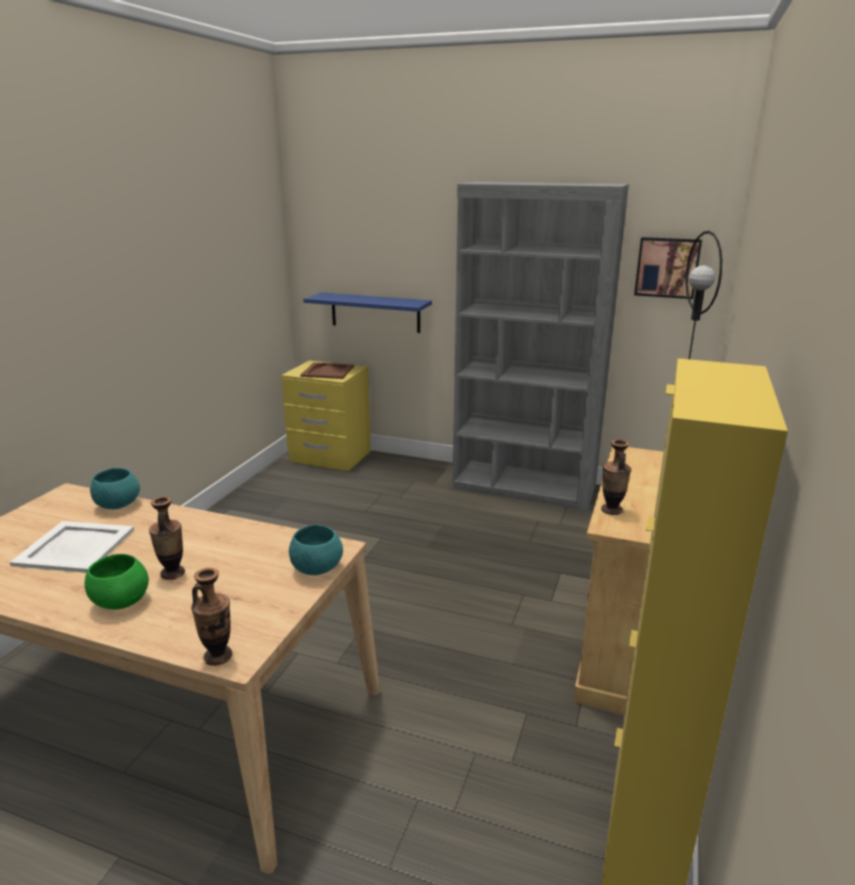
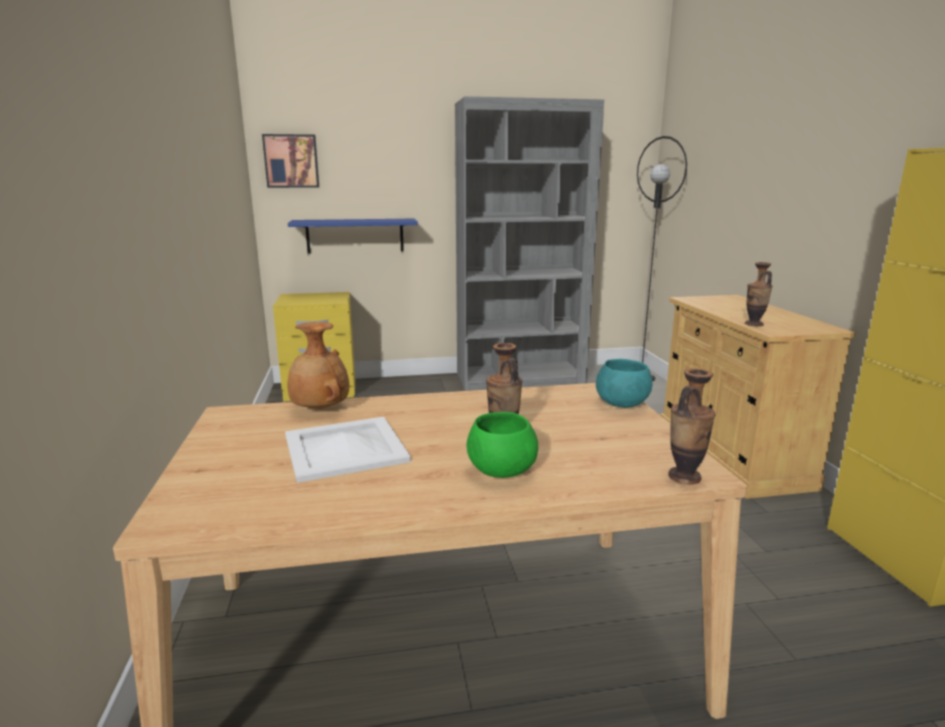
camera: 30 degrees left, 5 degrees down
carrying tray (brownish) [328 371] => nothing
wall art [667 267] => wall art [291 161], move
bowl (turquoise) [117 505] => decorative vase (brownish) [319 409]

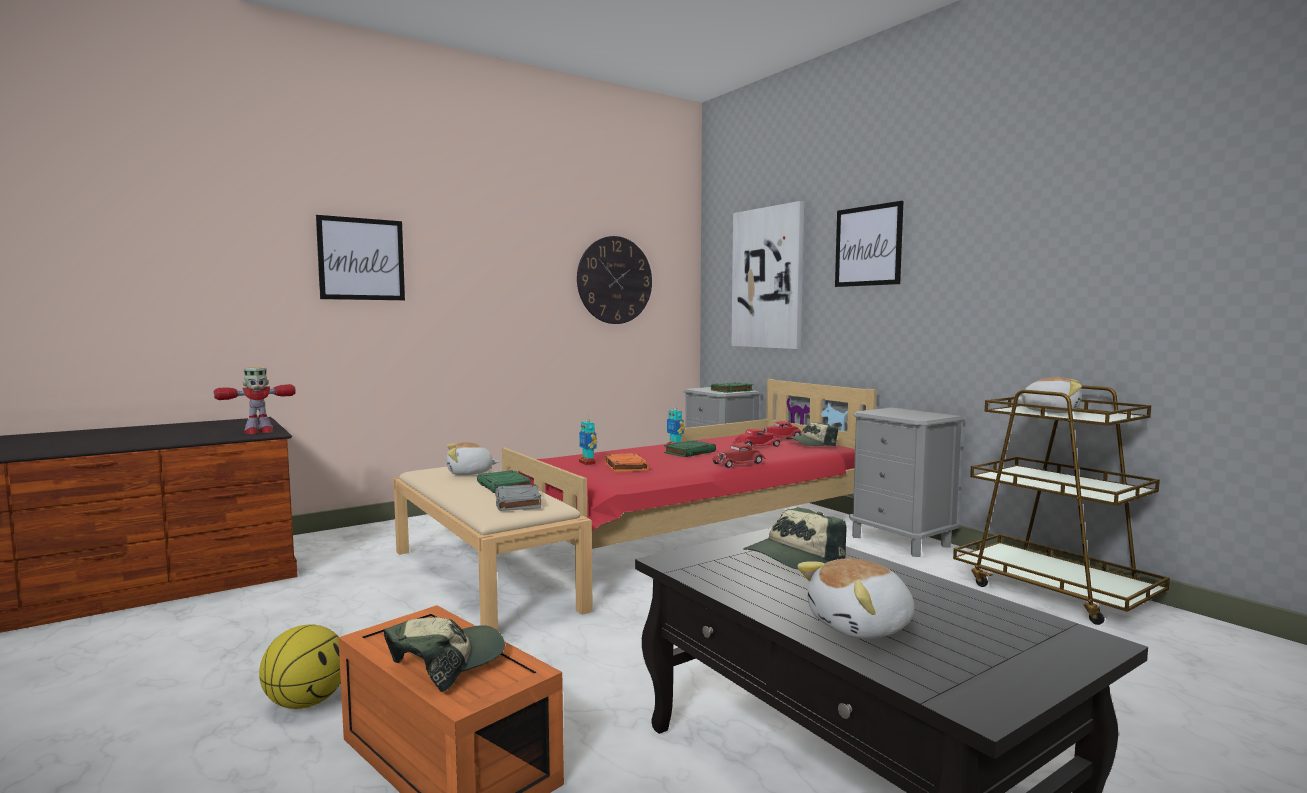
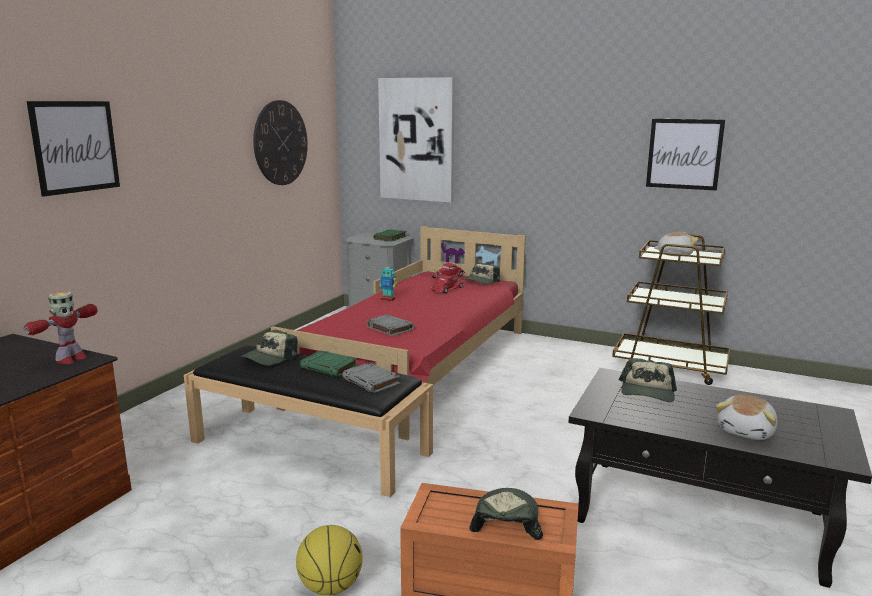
camera: 30 degrees left, 10 degrees up
model robot [587 463] => nothing
bound book (greenish) [690 452] => nothing
model car (reddish) [739 463] => nothing
bedside table (greyish) [901 541] => nothing
wall art [868 246] => wall art [684 154], move
soft toy [470 473] => cap [269 358]
bench (sand-coloured) [485 579] => bench (black) [312 447]
bound book (orangey) [625 466] => bound book (greyish) [389 328]

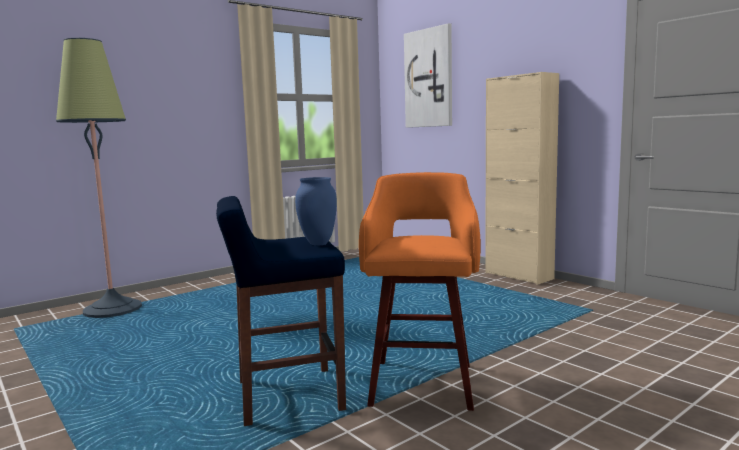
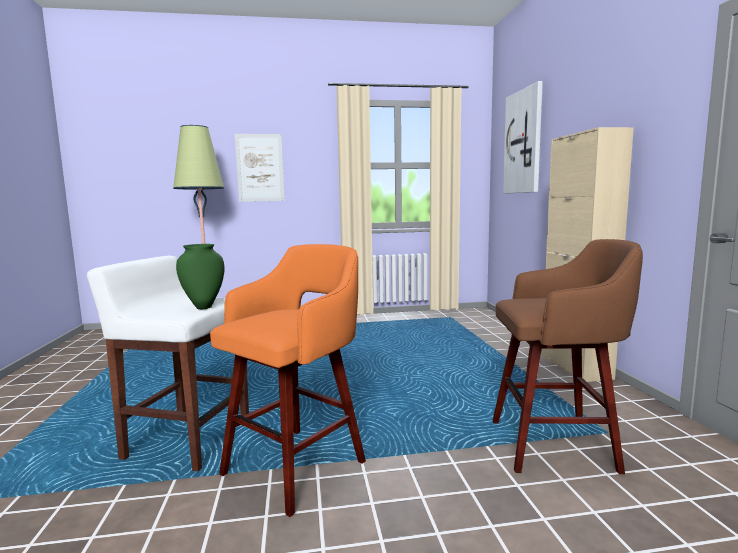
camera: 30 degrees right, 0 degrees up
nothing => wall art [260 168]
nothing => sitting stool (brownish) [556 445]
sitting stool (bluish) [287 396] => sitting stool (white) [186 441]
decorative vase (bluish) [318 244] => decorative vase (greenish) [203 307]

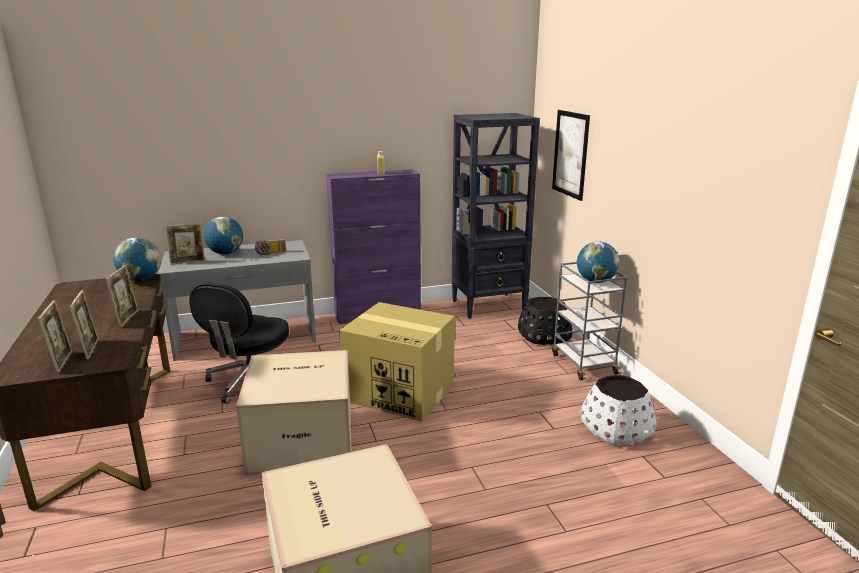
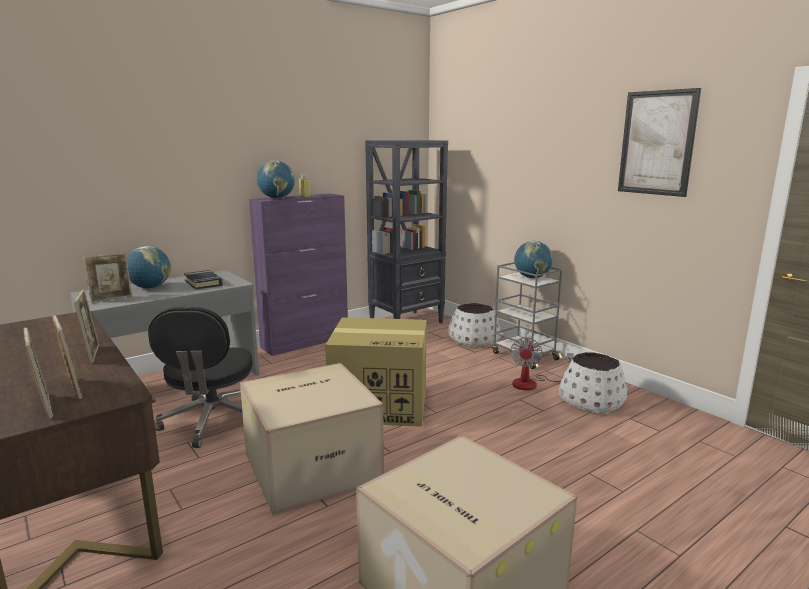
camera: 20 degrees left, 5 degrees down
nothing => electric fan [532 383]
world globe [141 280] => world globe [277 198], move
wall art [570 154] => wall art [657 143], move
radio set [271 253] => bound book (black) [203 283]
plant pot (black) [544 336] => plant pot (white) [474 340]

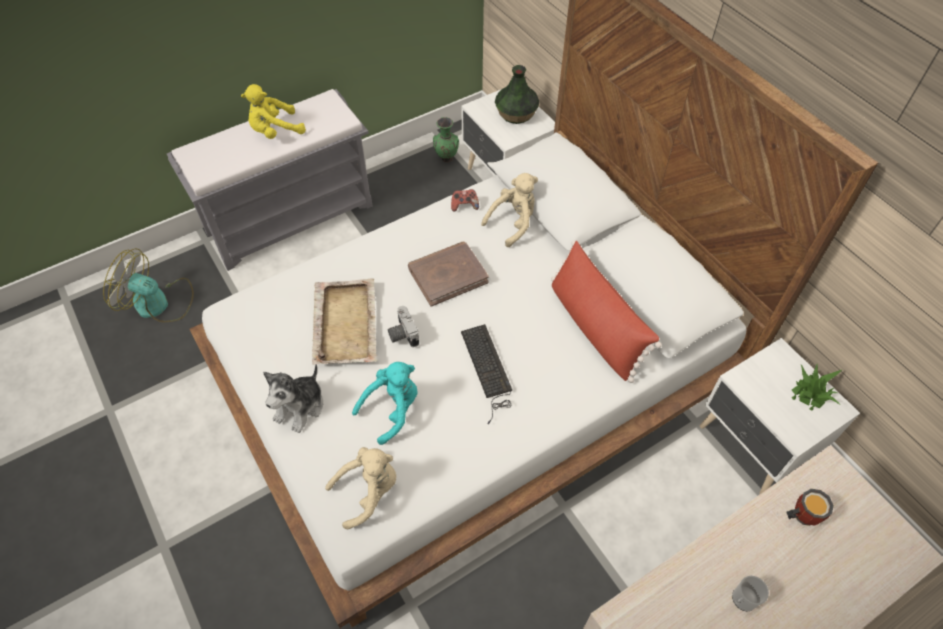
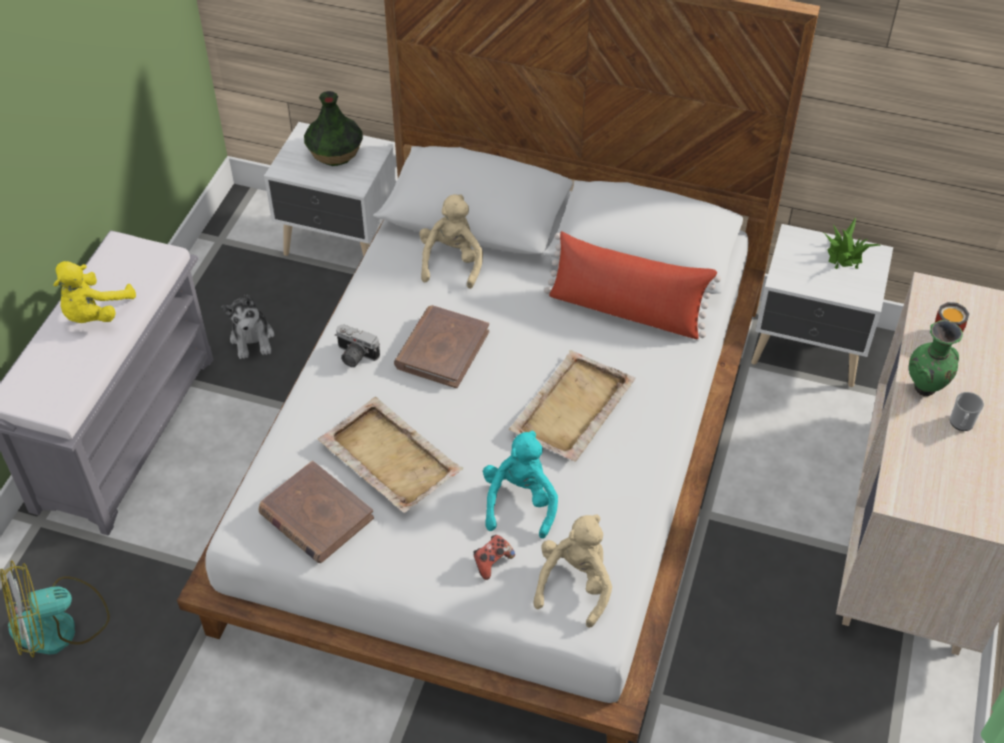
camera: 40 degrees left, 5 degrees down
nothing => bound book (brownish) [315 516]
soft toy [300 407] => soft toy [252 339], move
photo camera [402 334] => photo camera [354 356], move
decorative vase (greenish) [446 159] => decorative vase (greenish) [924 390], move
joypad [464 205] => joypad [492 562], move
PC keyboard [487 370] => carrying tray (sand-coloured) [571 408]

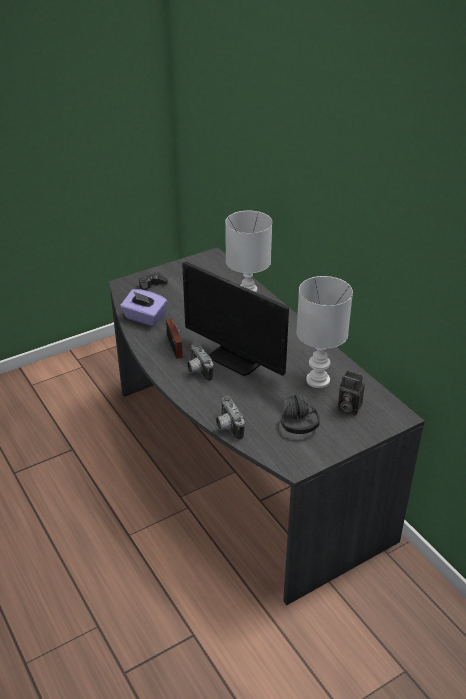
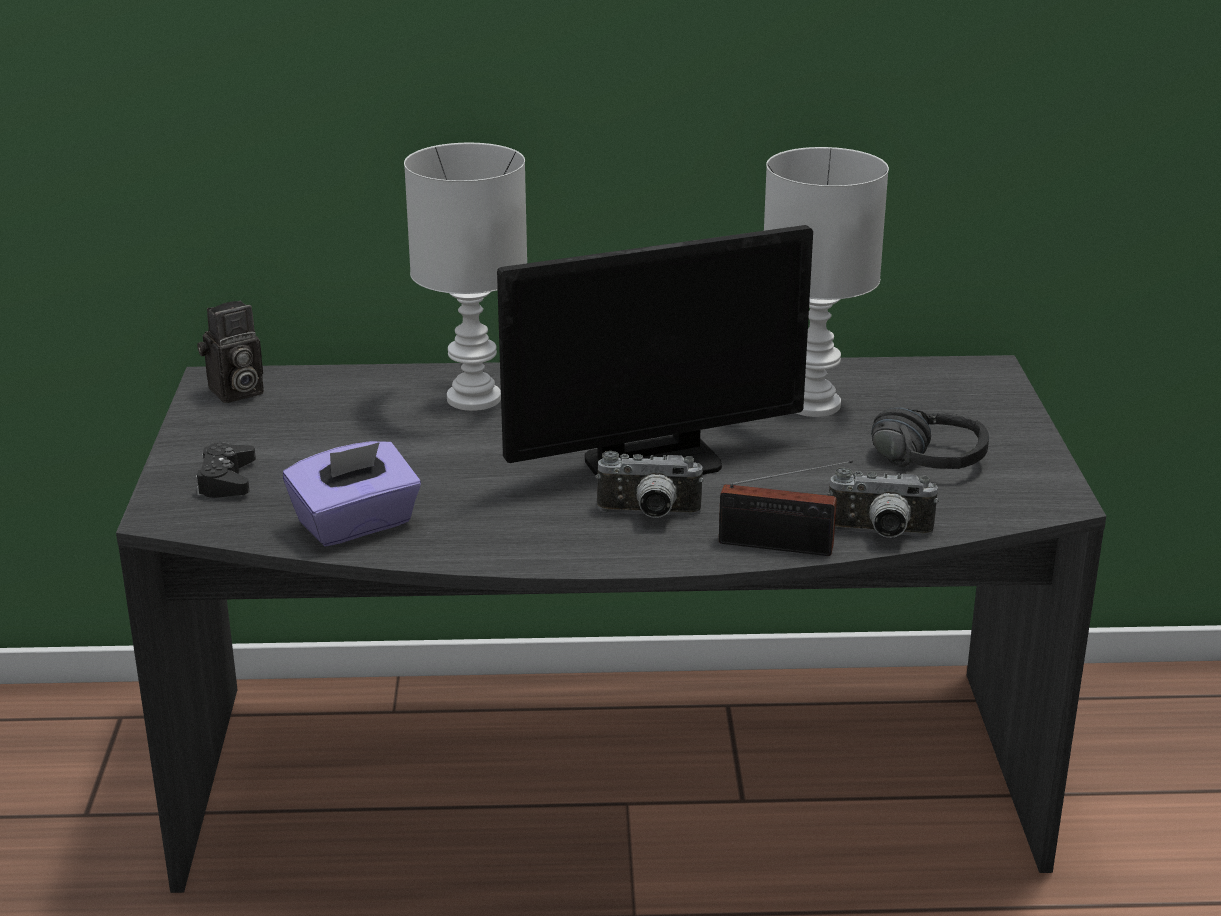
camera: 60 degrees left, 10 degrees down
radio set [174 348] => radio set [782 546], move
photo camera [347 408] => photo camera [235 393], move

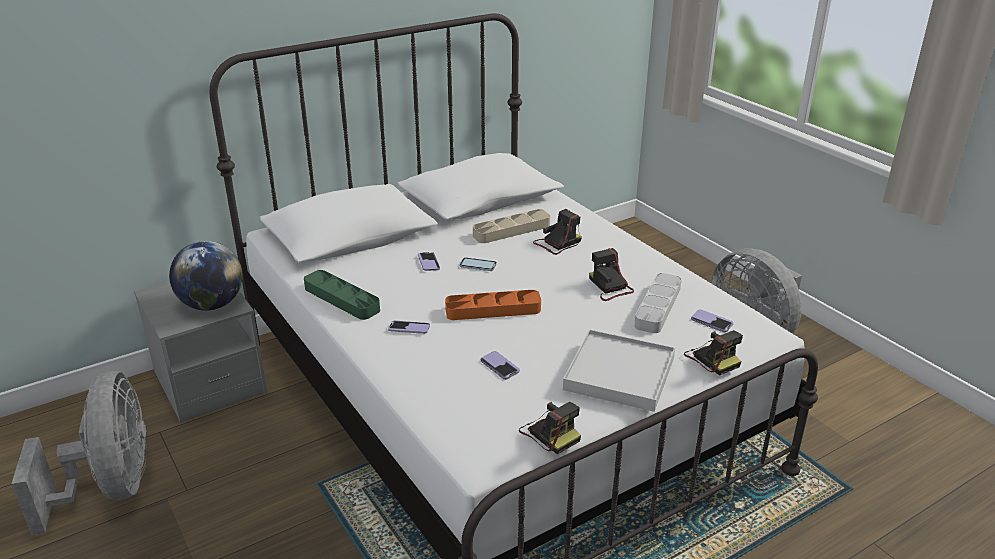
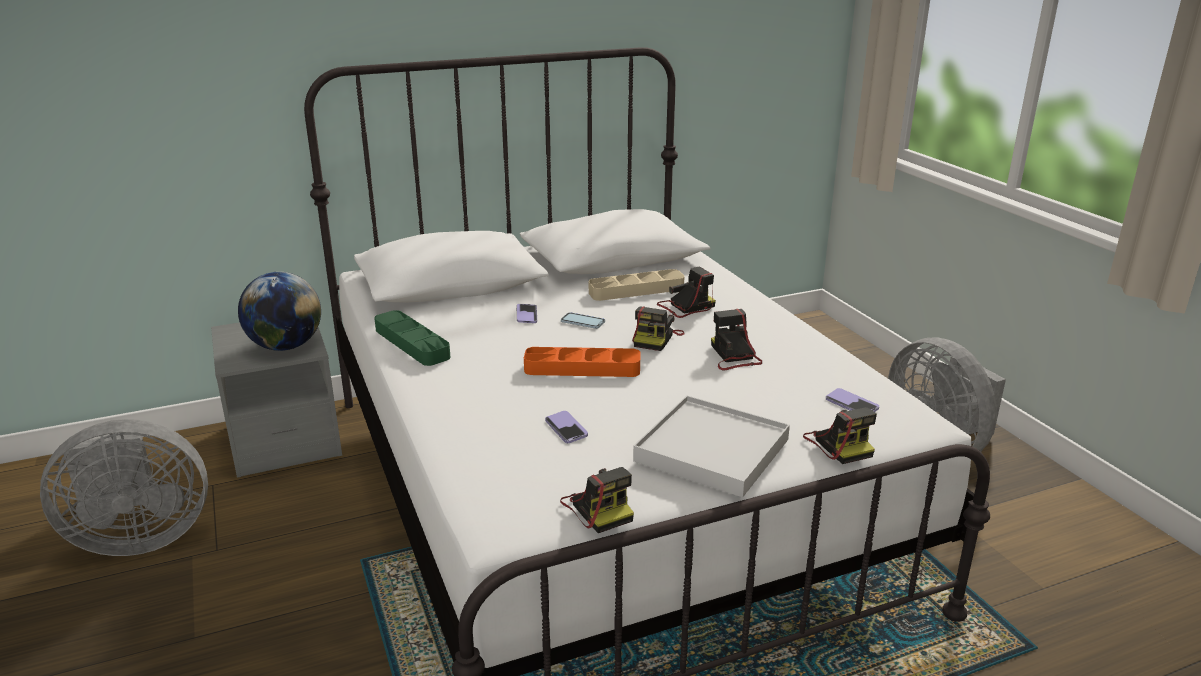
camera: 10 degrees right, 5 degrees down
handset [409 328] => nothing
carrying tray (greyish) [658 307] => nothing
nothing => photo camera [656 339]
electric fan (greyish) [111 488] => electric fan (greyish) [138 538], 75 degrees clockwise

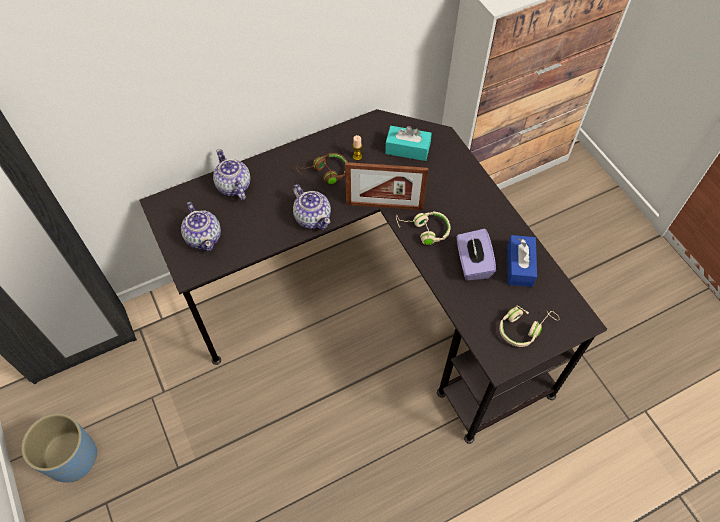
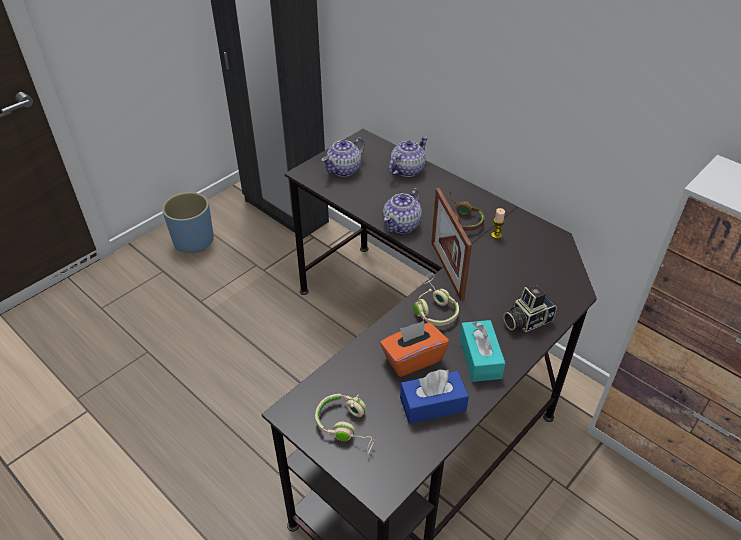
camera: 70 degrees right, 15 degrees down
nothing => photo camera [525 320]
tissue holder (turquoise) [407 149] => tissue holder (turquoise) [480 358], move
tissue holder (purple-coloured) [472 263] => tissue holder (orangey) [412 359]

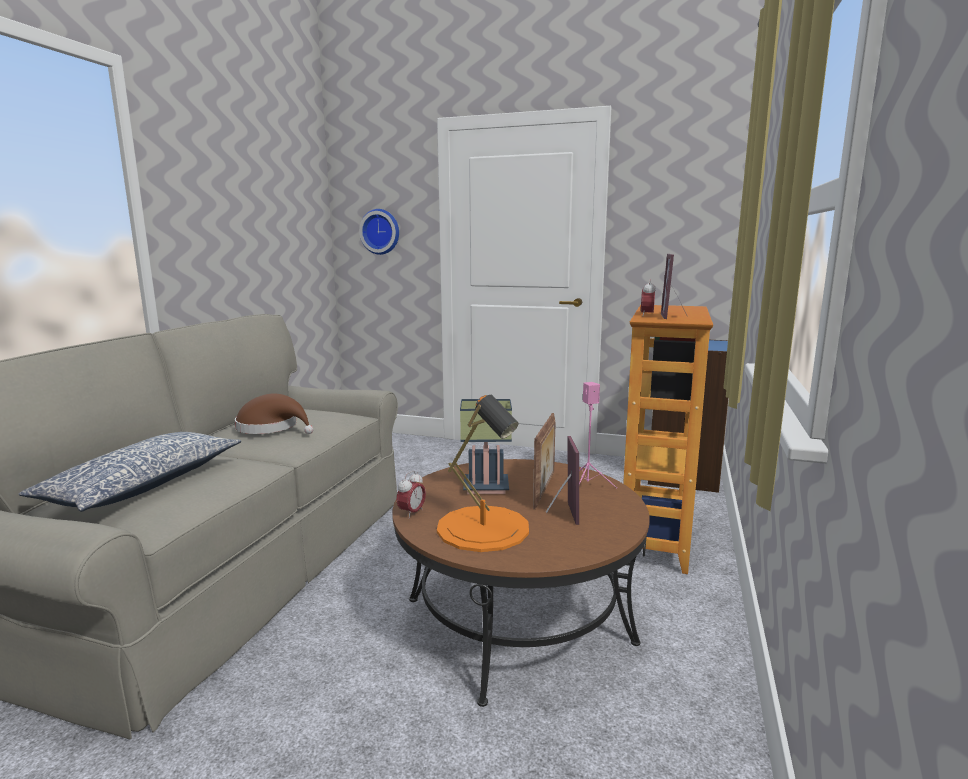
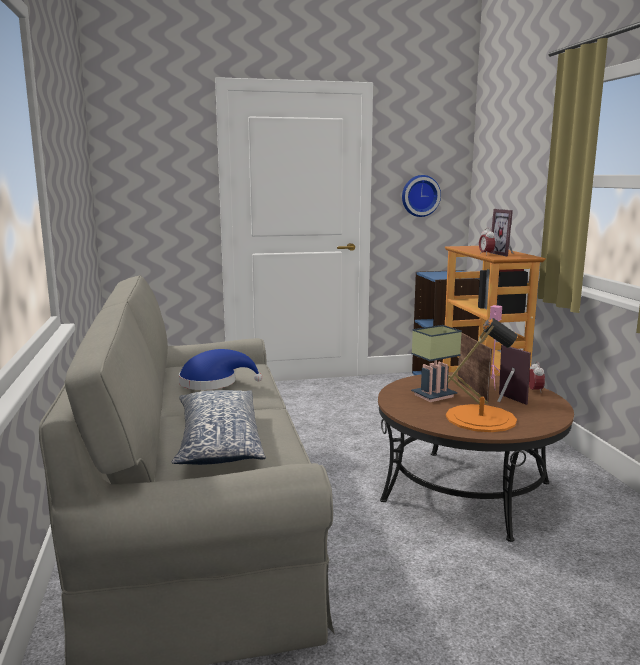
camera: 30 degrees left, 0 degrees up
wall clock [381 232] => wall clock [420 196], move
table clock [412 513] => table clock [535 391], move
hat (brownish) [271 428] => hat (bluish) [213 382]

